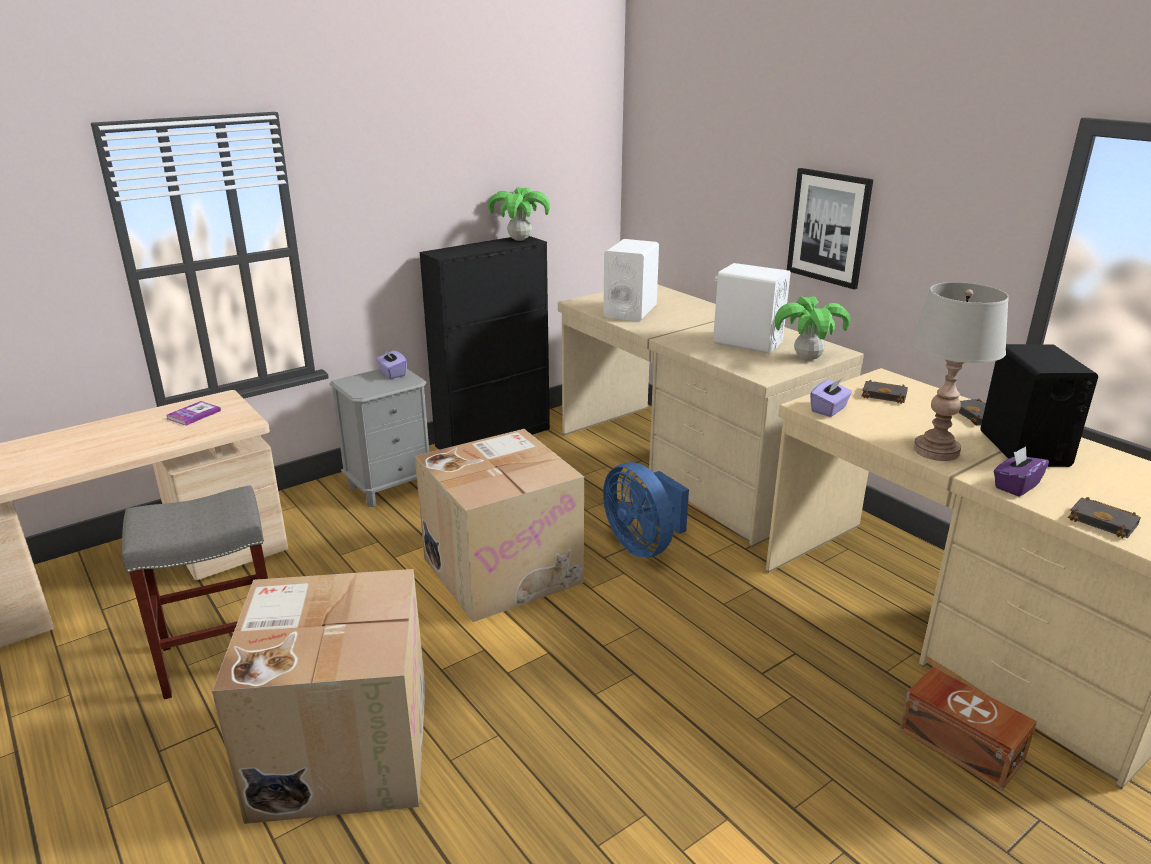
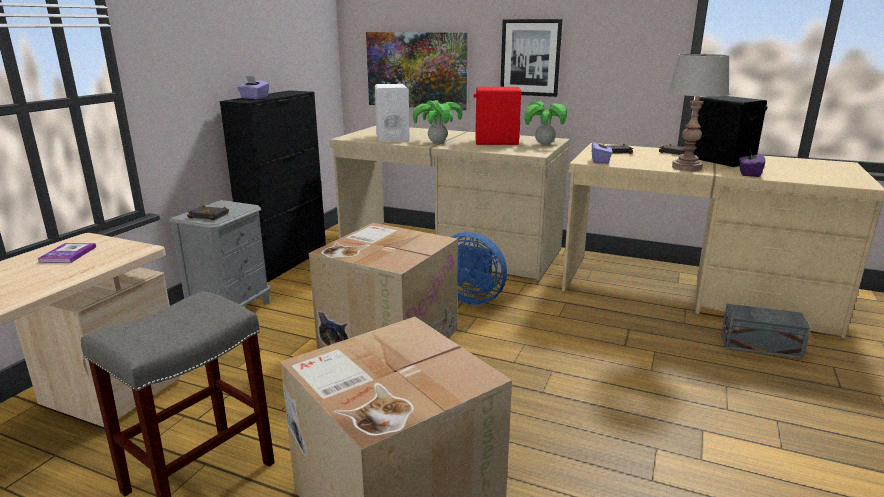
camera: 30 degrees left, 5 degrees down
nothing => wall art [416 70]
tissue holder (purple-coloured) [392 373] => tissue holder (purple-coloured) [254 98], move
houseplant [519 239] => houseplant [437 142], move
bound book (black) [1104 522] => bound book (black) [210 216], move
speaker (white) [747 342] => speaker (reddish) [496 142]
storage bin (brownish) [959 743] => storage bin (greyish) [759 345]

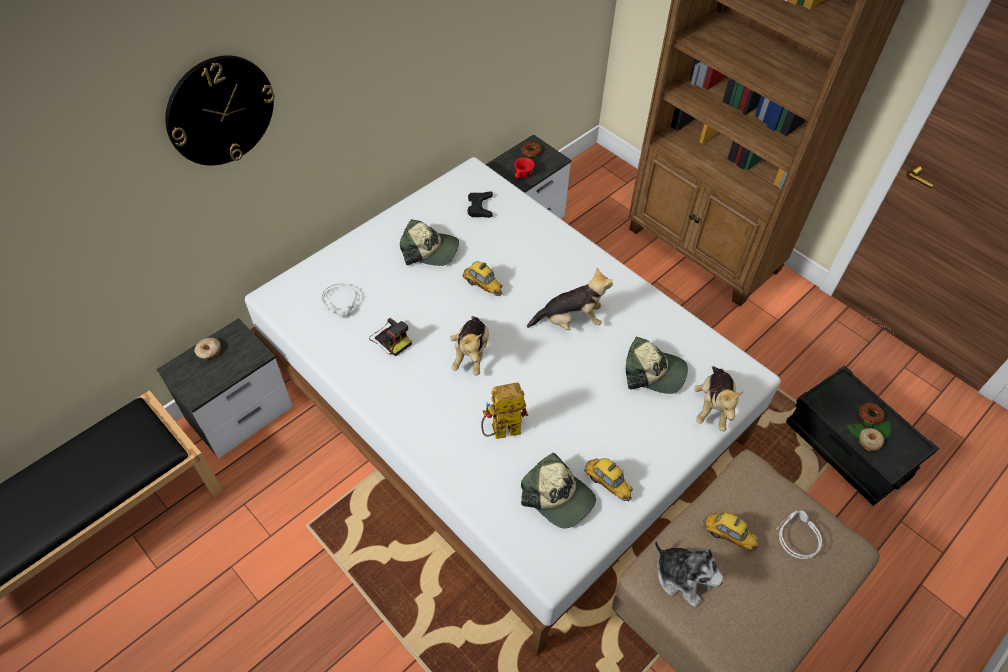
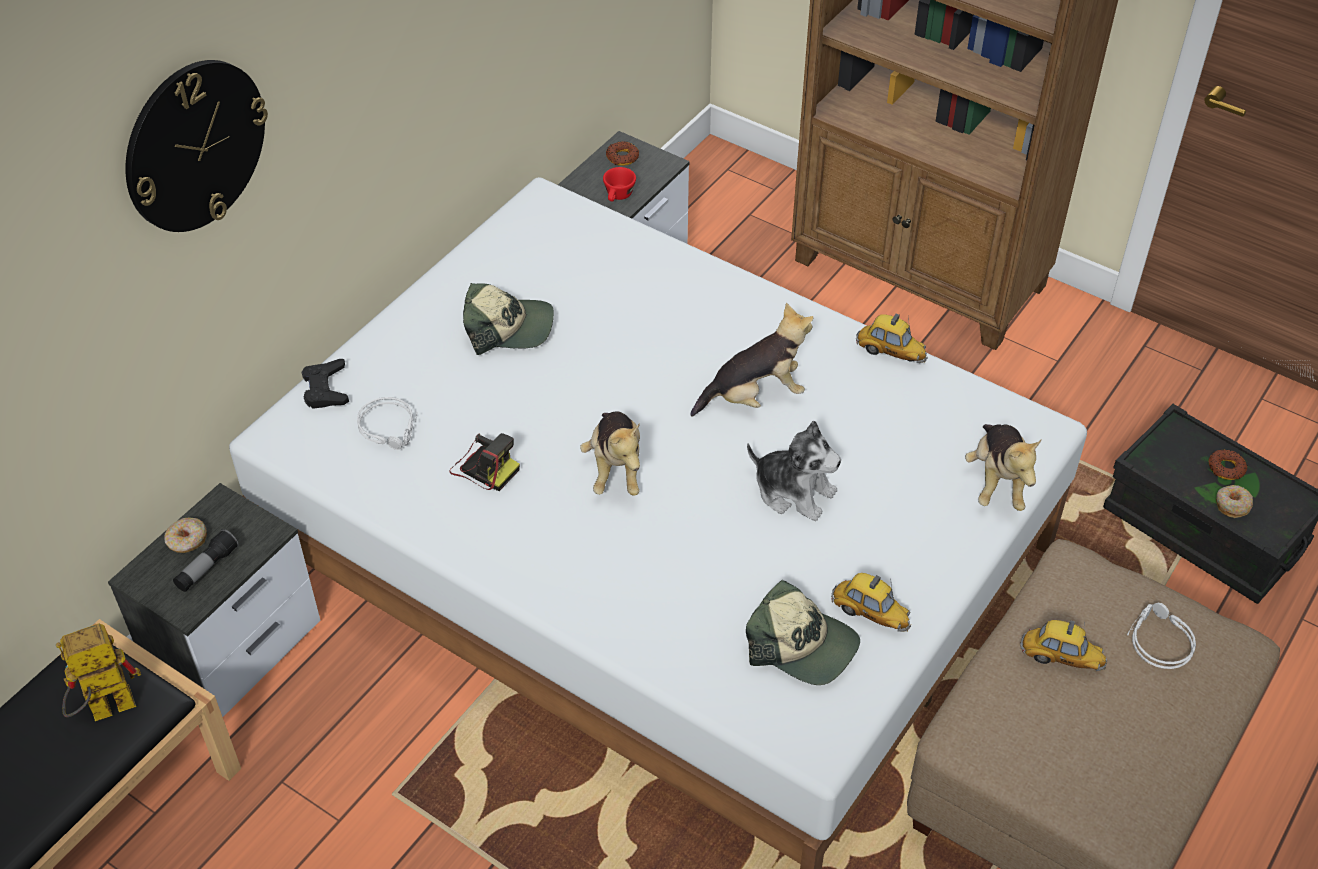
camera: 10 degrees left, 5 degrees down
cap [653 372] => nothing
nothing => hand torch [207 568]
model car [483 285] => model car [890 352], move
joypad (black) [480 207] => joypad (black) [326 389], move
model robot [500 433] => model robot [103 711], move
soft toy [682 577] => soft toy [794 491], move

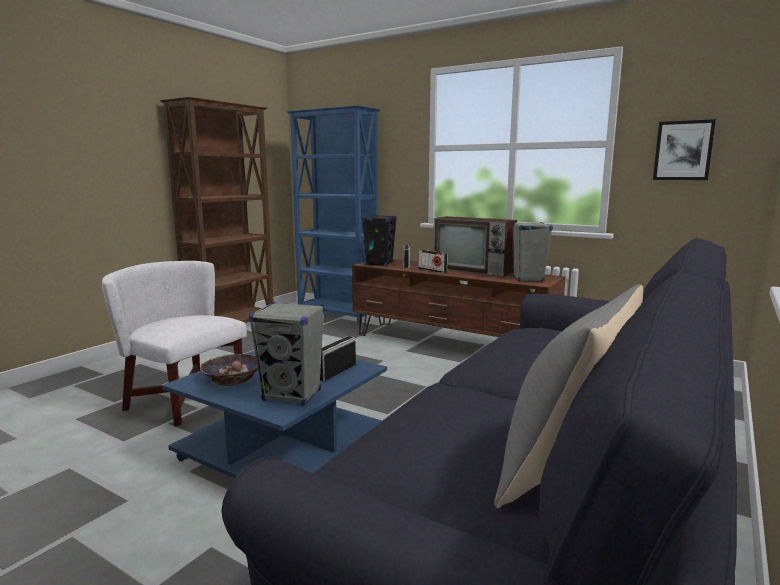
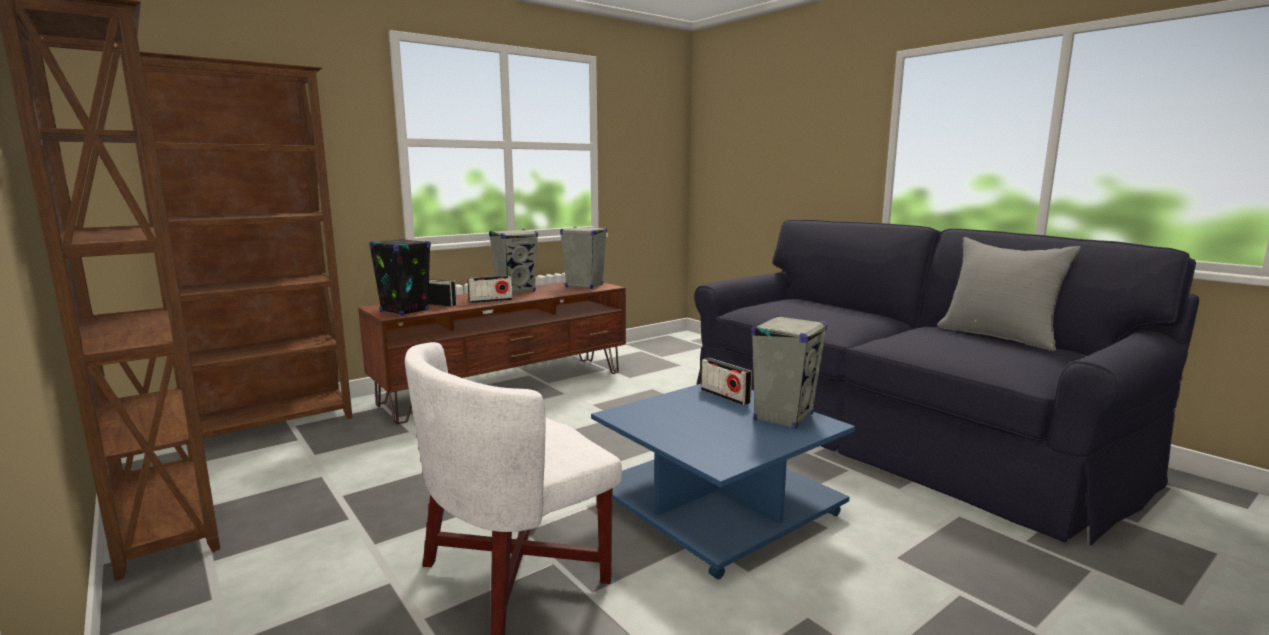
camera: 70 degrees left, 0 degrees up
bowl [233 376] => nothing
wall art [683 150] => nothing
television [474 270] => speaker (greyish) [516 291]
shelving unit (bluish) [338 315] => shelving unit (brownish) [276 425]

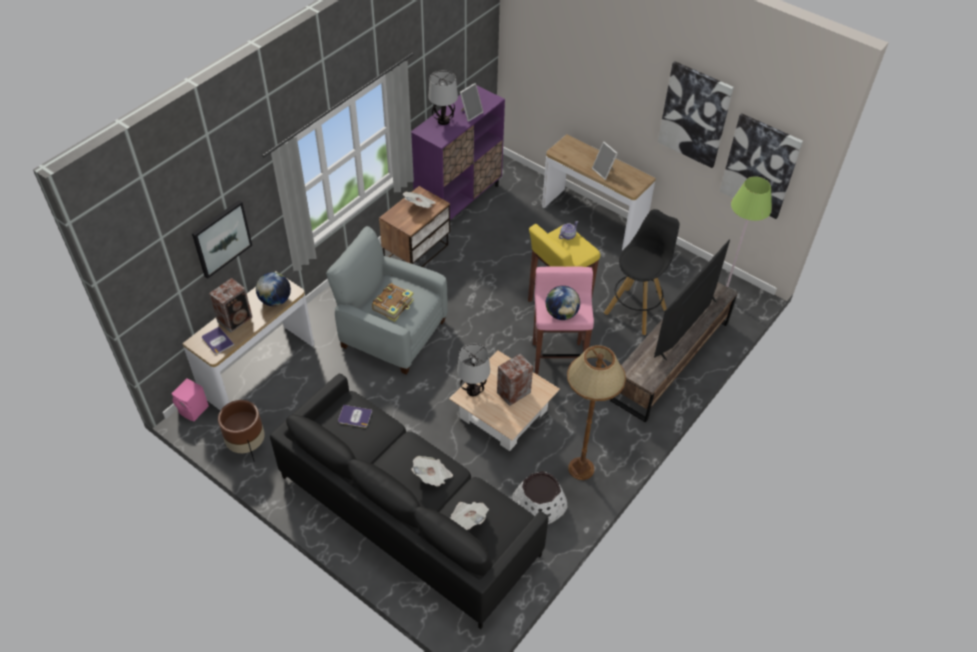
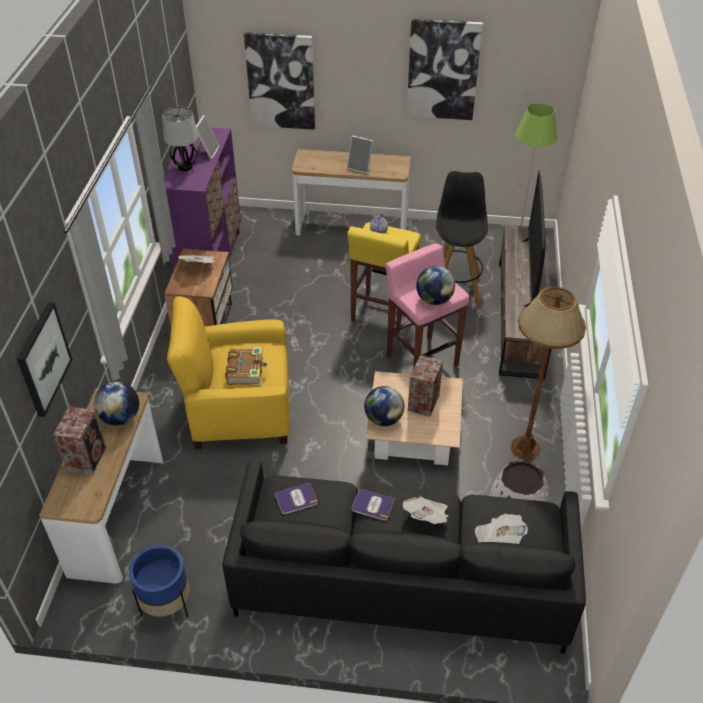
camera: 30 degrees left, 5 degrees down
speaker (pink-coloured) [194 410] => nothing
bound book [217 341] => bound book [372 505], move
wall art [760 166] => wall art [281 81], move
tabletop lamp [473 390] => world globe [383 419]
plant pot (brownish) [247 446] => plant pot (bluish) [166 604]
lounge chair (greyish) [392 332] => lounge chair (yellow-coloured) [239 410]

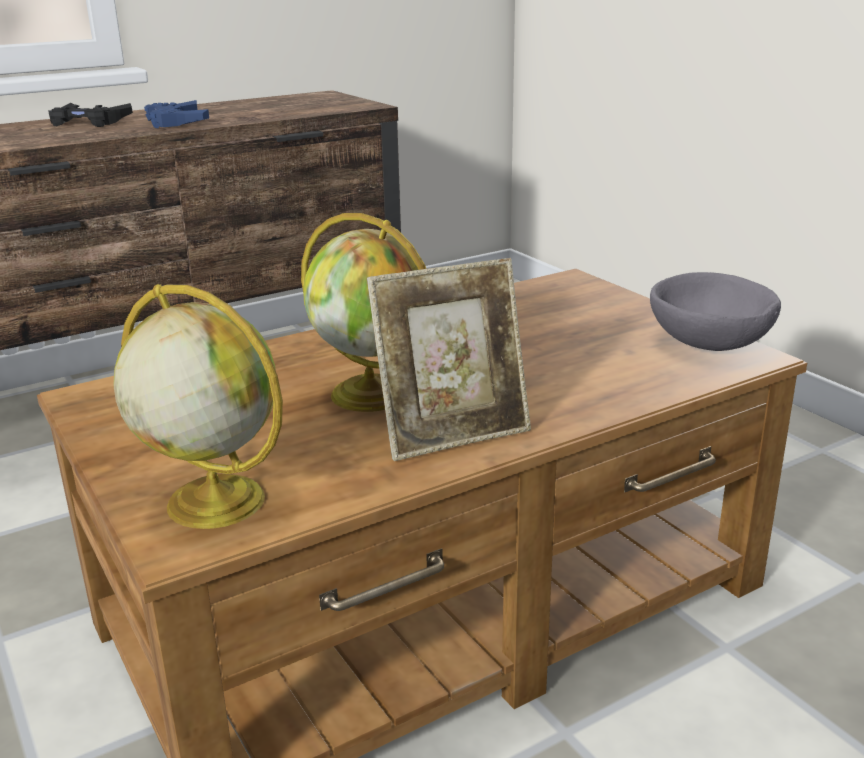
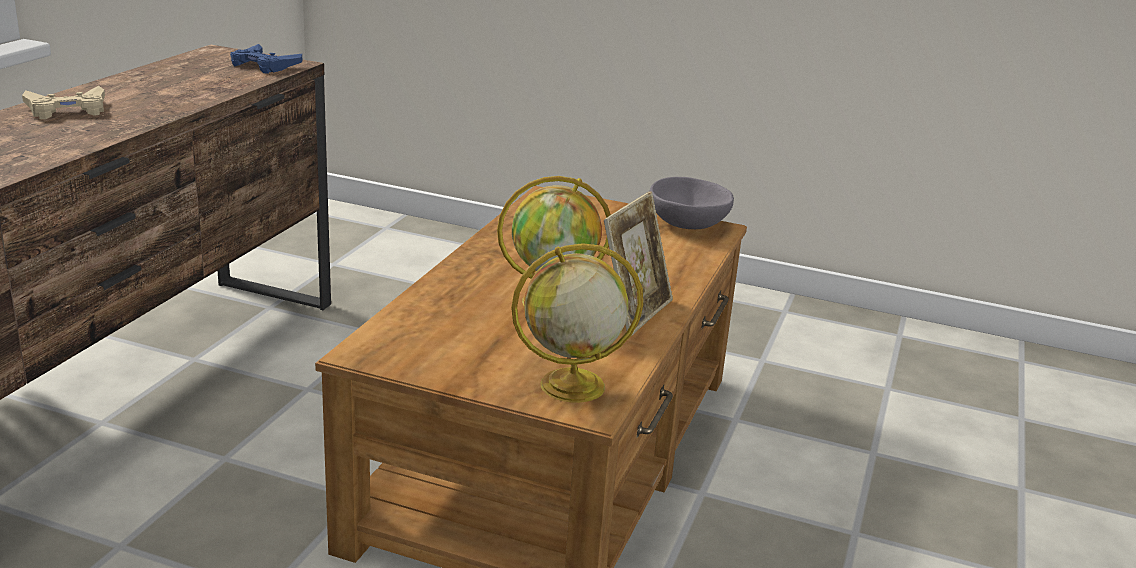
camera: 40 degrees left, 0 degrees up
joypad (bluish) [176 122] => joypad (bluish) [264 65], move
joypad (black) [89 122] => joypad (sand-coloured) [67 110]

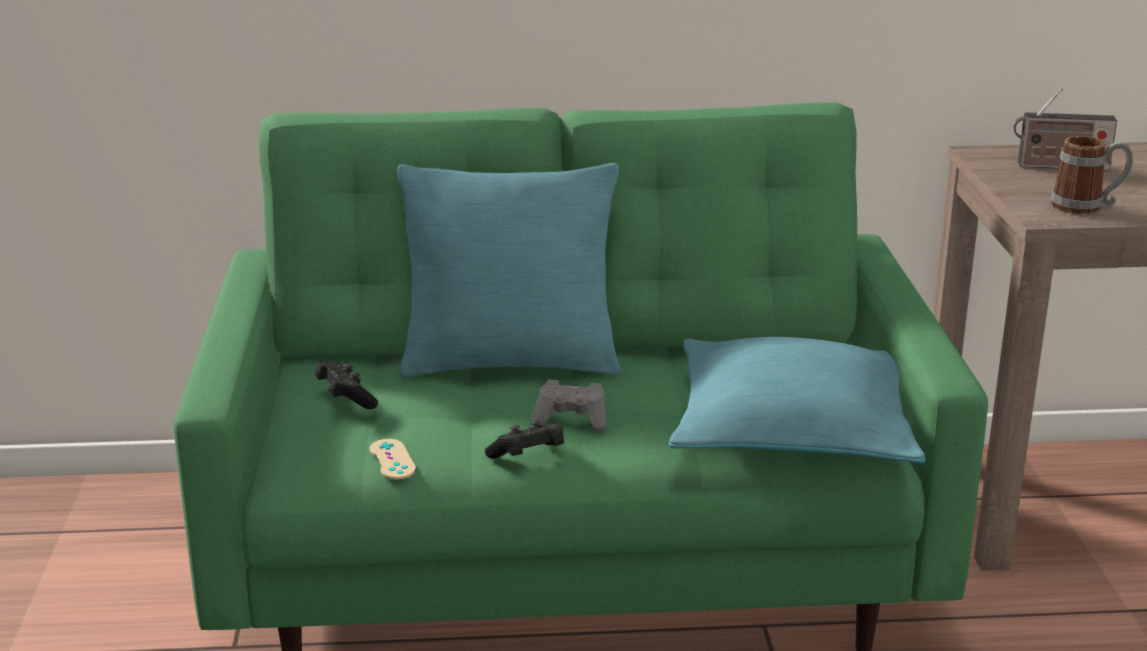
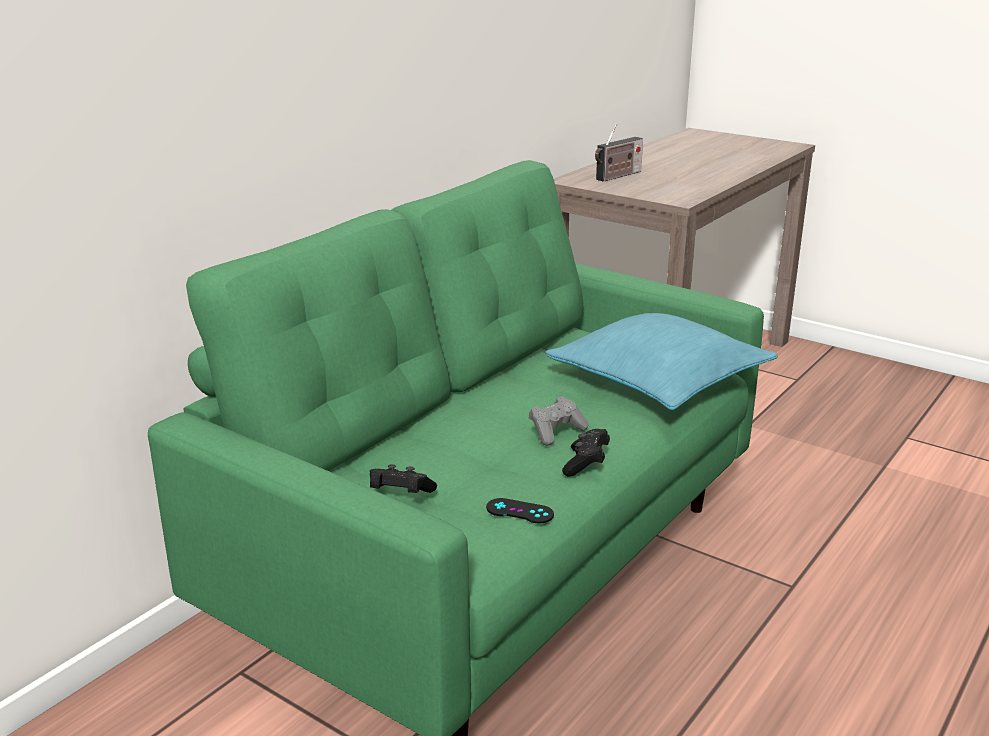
camera: 50 degrees left, 0 degrees up
cushion (turquoise) [510 363] => nothing
coffee mug [1087 206] => nothing
joypad (sand-coloured) [392 459] => joypad (black) [519 511]

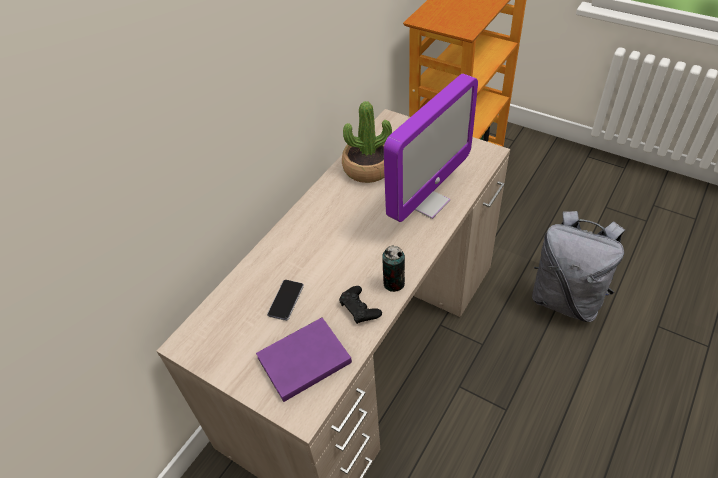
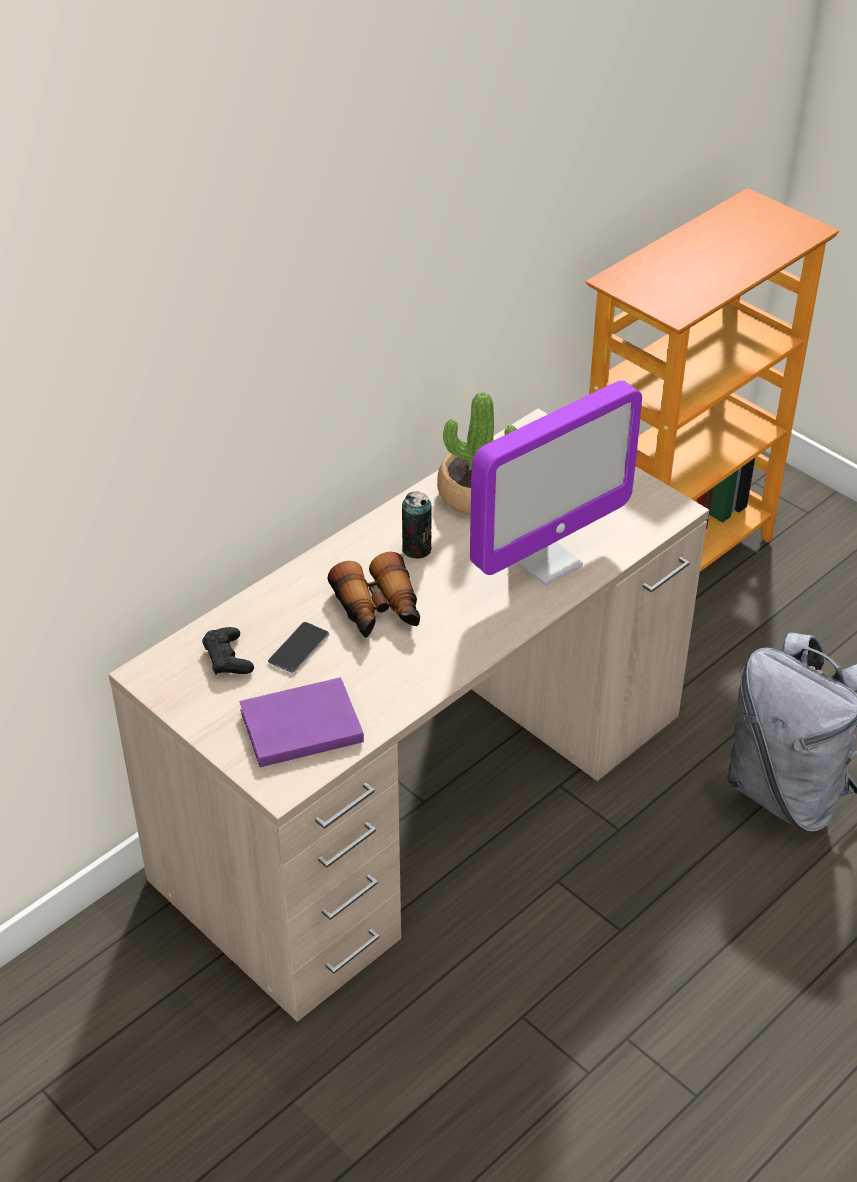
camera: 10 degrees right, 5 degrees down
nothing => binoculars [378 611]
joypad (black) [359 308] => joypad (black) [228 658], move
can [394 283] => can [416 549], move

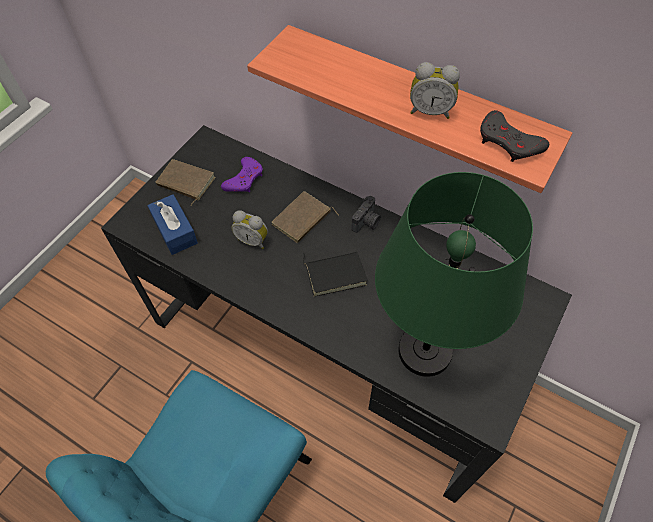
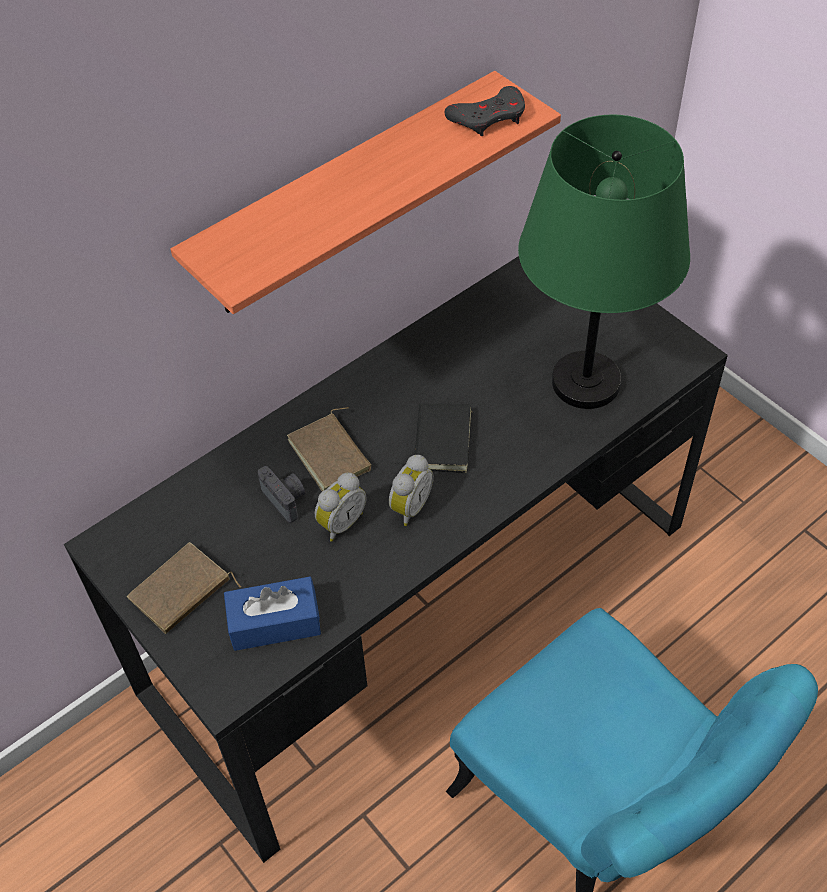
camera: 70 degrees left, 5 degrees down
joypad (purple-coloured) [244 179] => nothing
photo camera [367 222] => photo camera [286 499], move
table clock [430 111] => table clock [409 507], move

